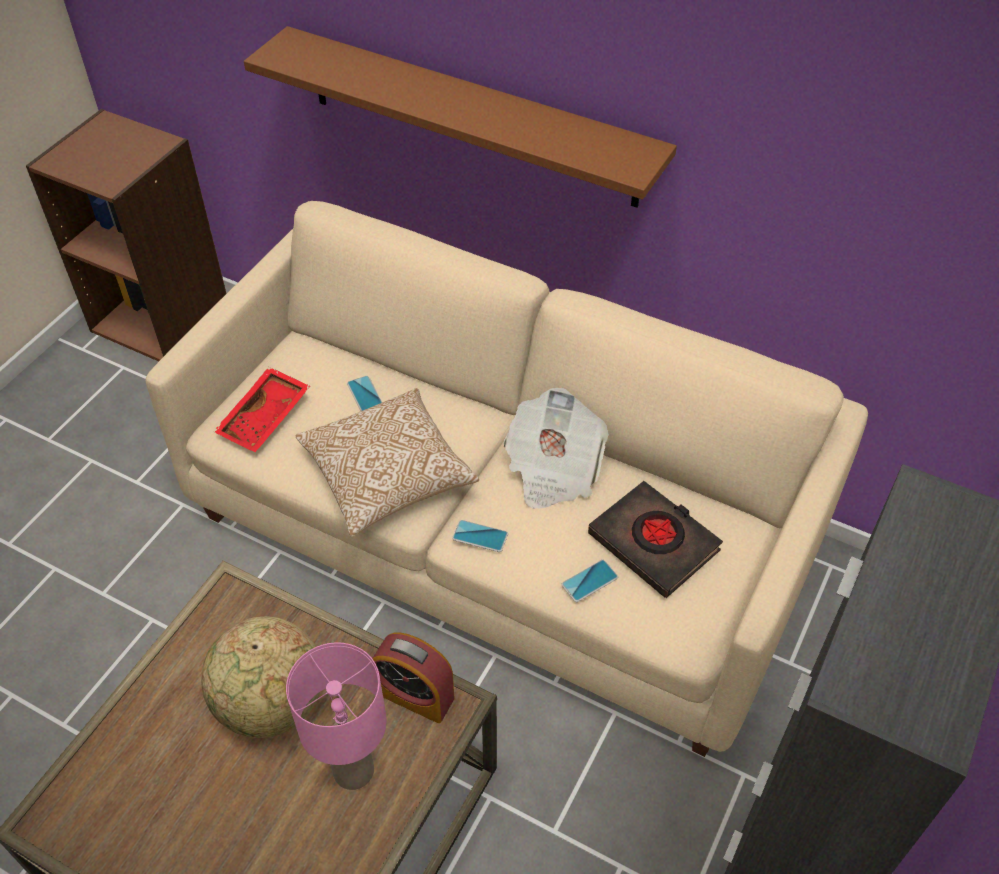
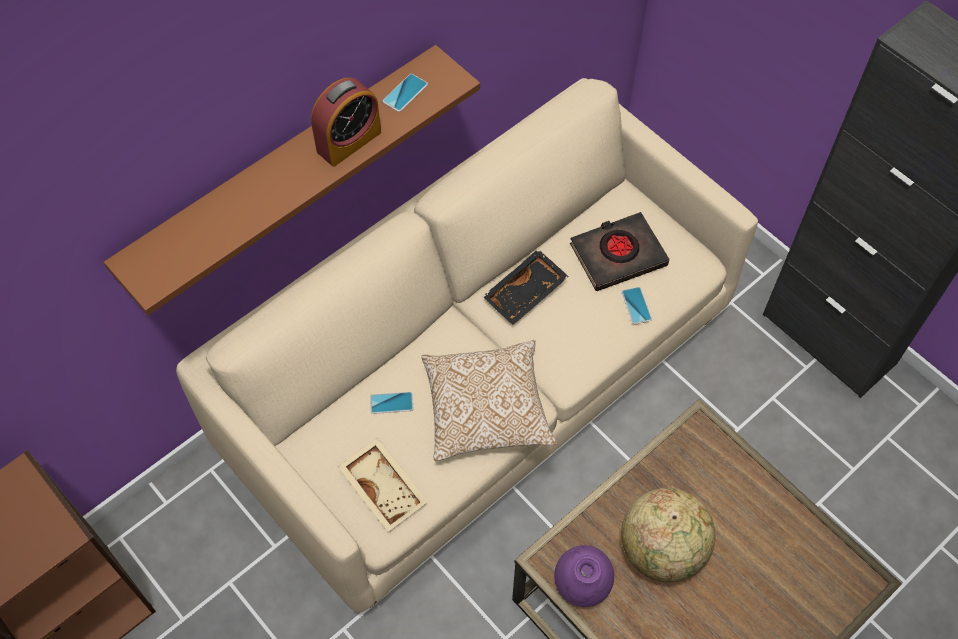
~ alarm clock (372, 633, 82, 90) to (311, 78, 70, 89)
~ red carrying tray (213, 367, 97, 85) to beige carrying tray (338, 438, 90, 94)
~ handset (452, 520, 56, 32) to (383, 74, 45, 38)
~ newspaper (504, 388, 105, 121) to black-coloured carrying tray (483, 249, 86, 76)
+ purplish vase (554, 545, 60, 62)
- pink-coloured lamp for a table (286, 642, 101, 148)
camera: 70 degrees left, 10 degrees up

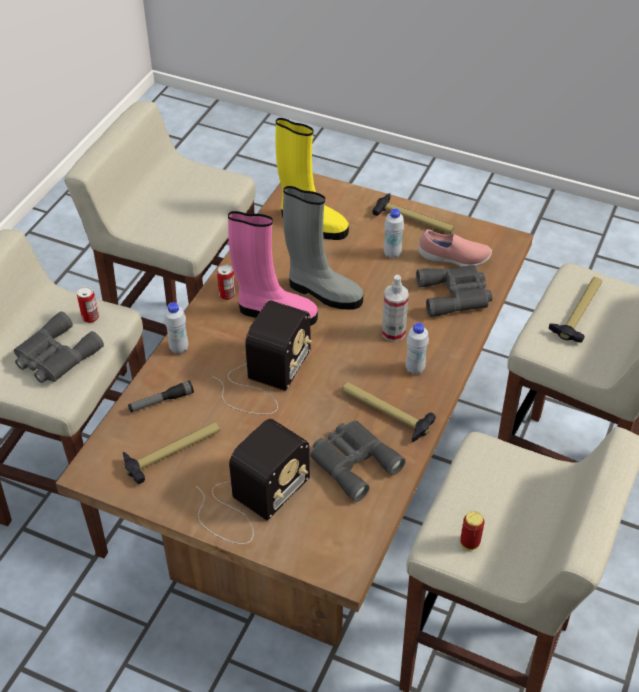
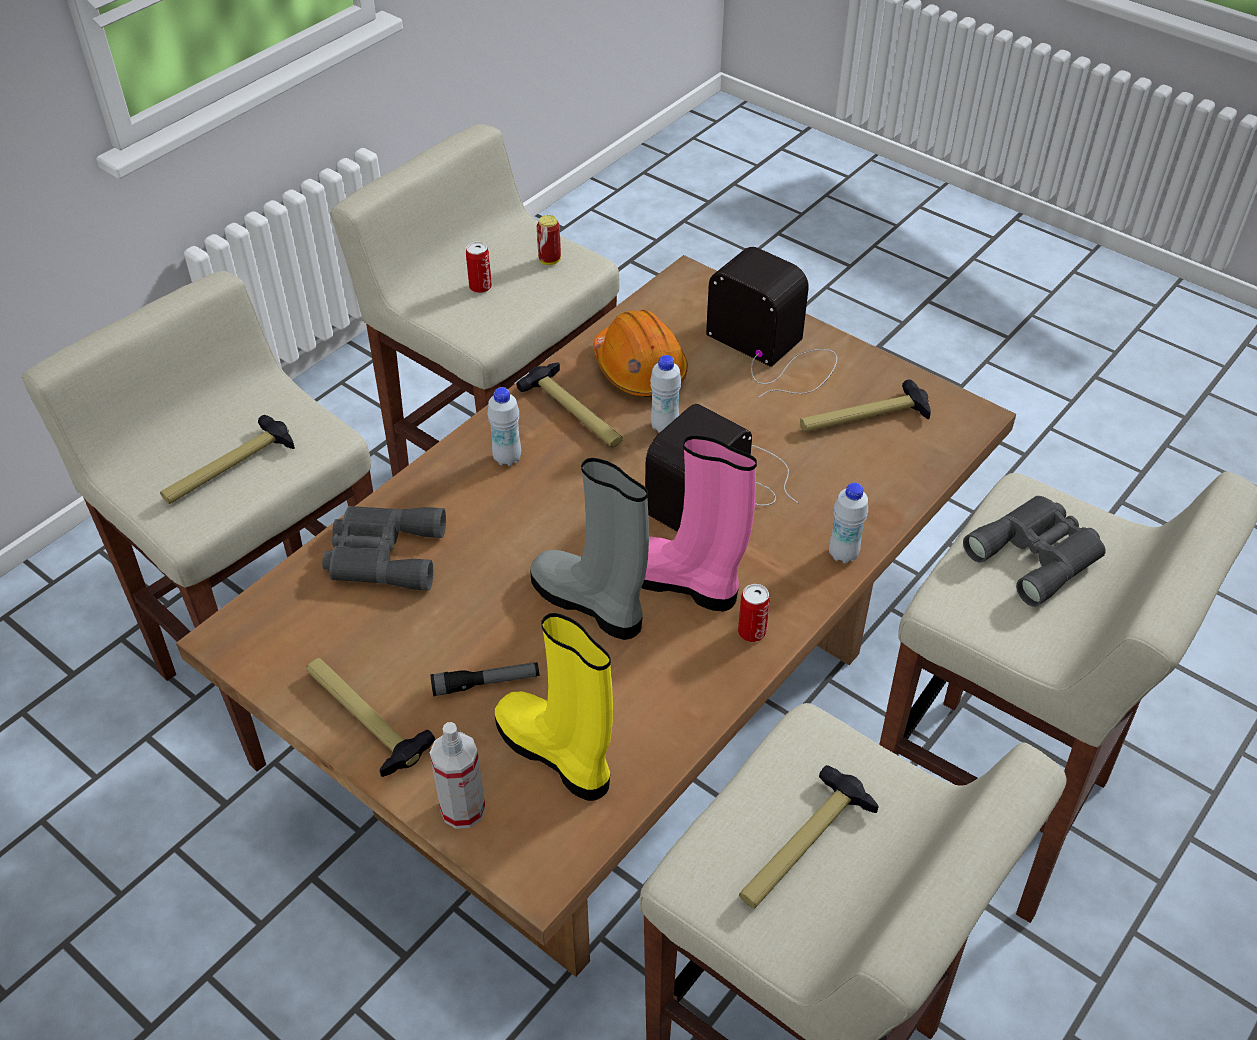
~ flashlight (128, 380, 66, 32) to (430, 662, 109, 34)
~ spray bottle (382, 275, 27, 67) to (430, 722, 56, 107)
~ can (77, 287, 22, 36) to (466, 242, 26, 51)
~ gray field glasses (310, 420, 96, 82) to orangey hard hat (593, 310, 95, 87)
~ white-coloured drink bottle (384, 208, 20, 51) to (650, 355, 31, 78)
~ radio receiver (196, 419, 114, 125) = (706, 247, 131, 151) 75 degrees clockwise
+ tool hammer (739, 765, 139, 143)
- pink-coloured low shoe (419, 229, 73, 38)
camera: 165 degrees left, 0 degrees up

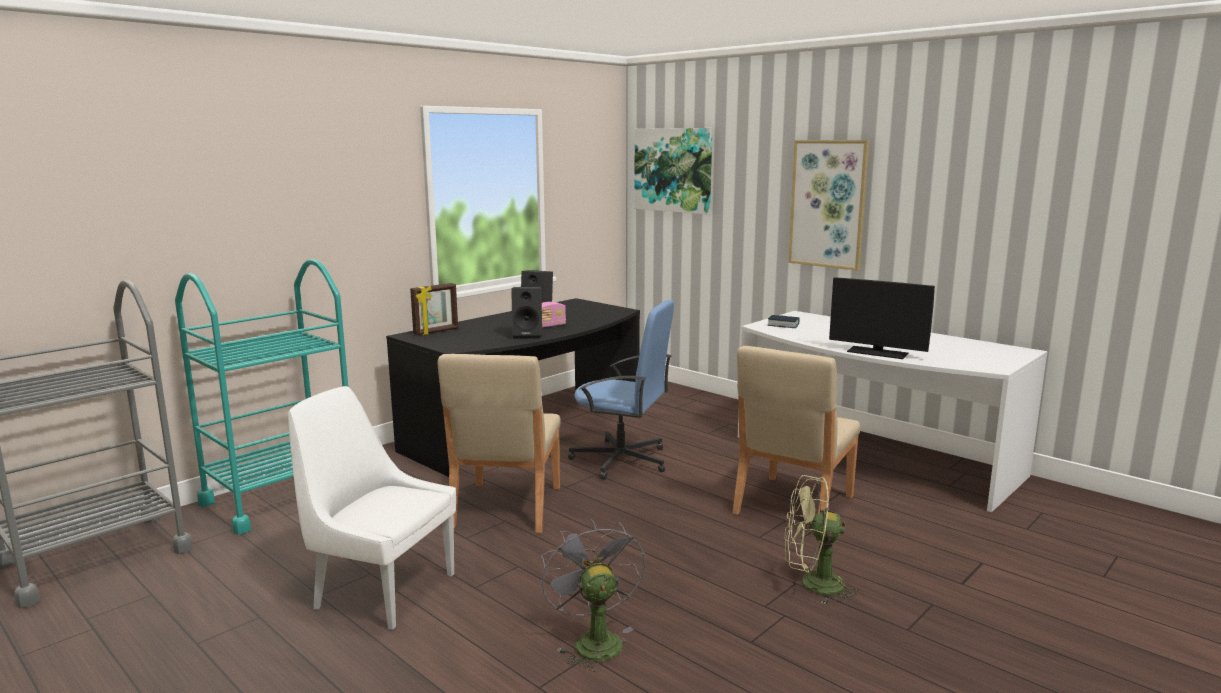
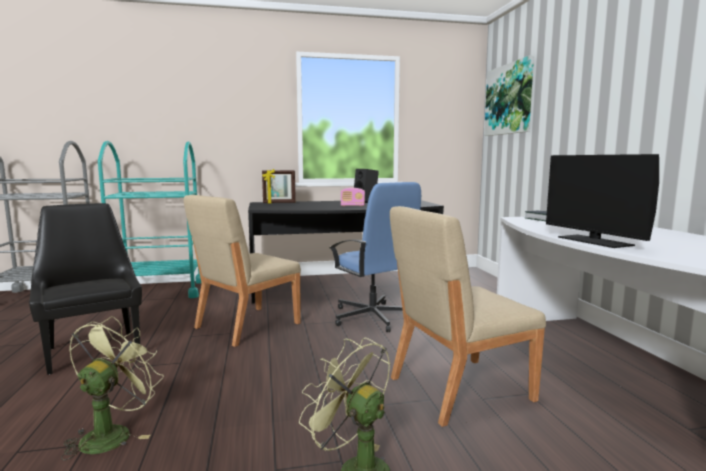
~ white-coloured plain chair (288, 386, 168, 244) to black-coloured plain chair (29, 203, 113, 172)
~ gray fan (541, 519, 104, 153) to greenish fan (61, 316, 103, 145)
- black-coloured speaker (511, 287, 31, 52)
- picture (788, 140, 81, 131)
camera: 35 degrees right, 5 degrees down

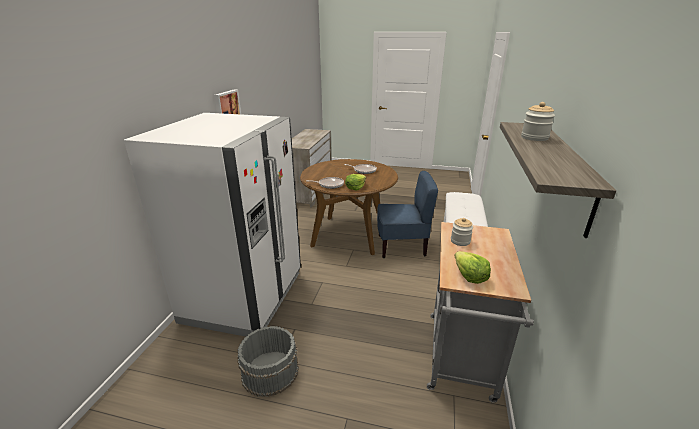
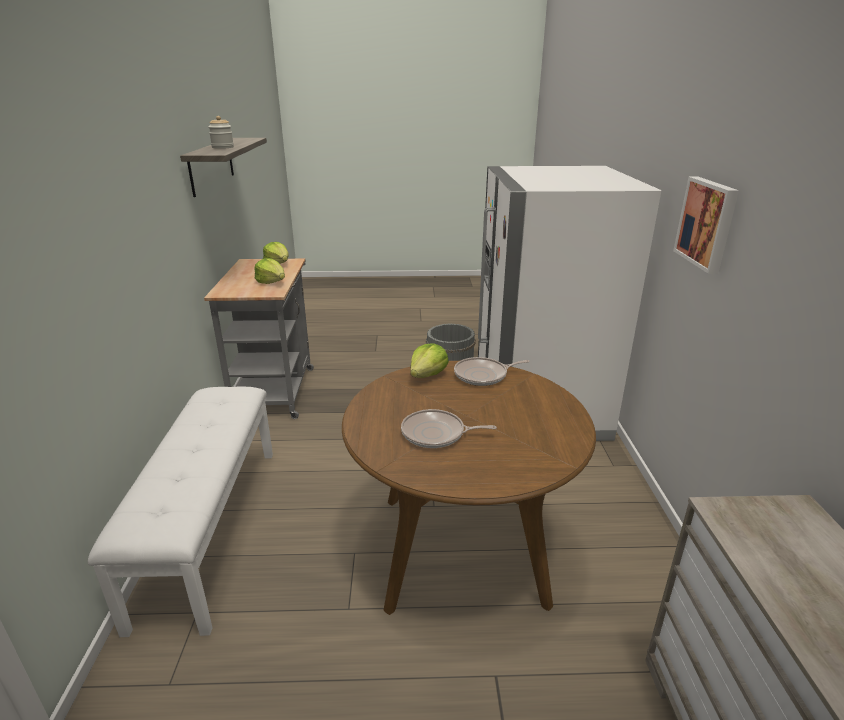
~ storage jar (451, 218, 22, 28) to head of lettuce (254, 258, 31, 26)
- bluish plain chair (377, 171, 61, 87)
camera: 165 degrees right, 0 degrees up

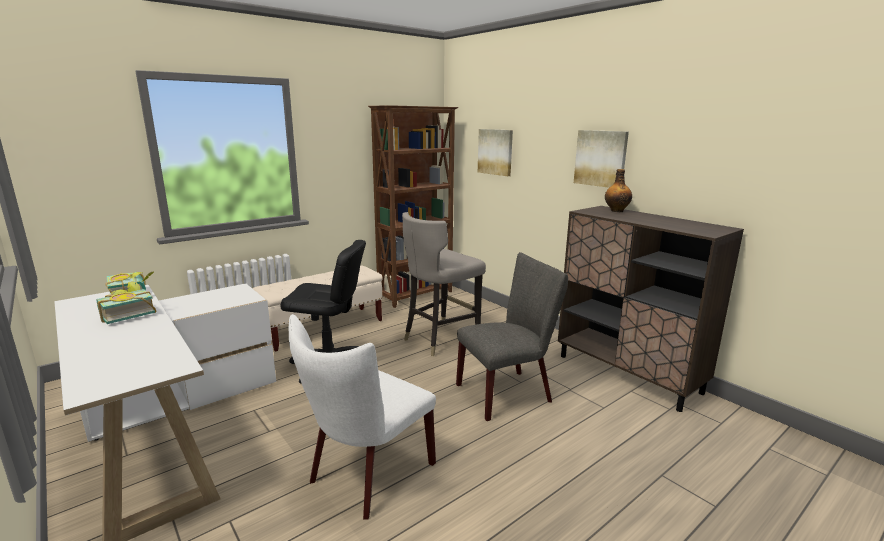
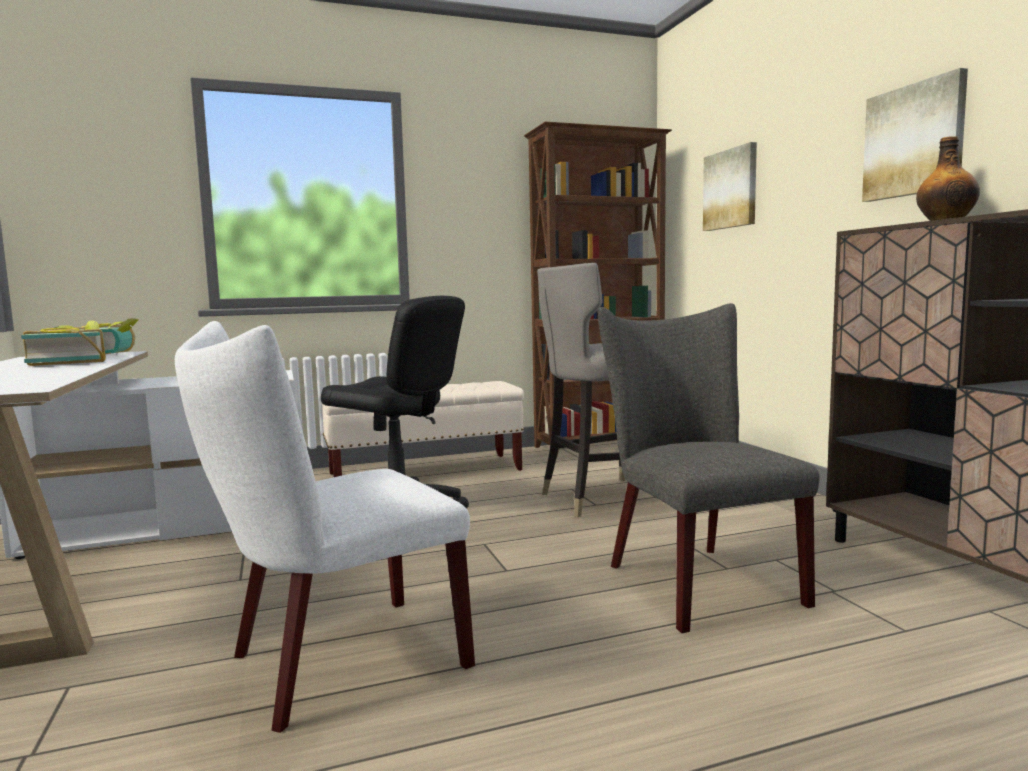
~ gray plain chair (456, 252, 112, 169) = (598, 303, 222, 330) 105 degrees counterclockwise
camera: 20 degrees right, 10 degrees down

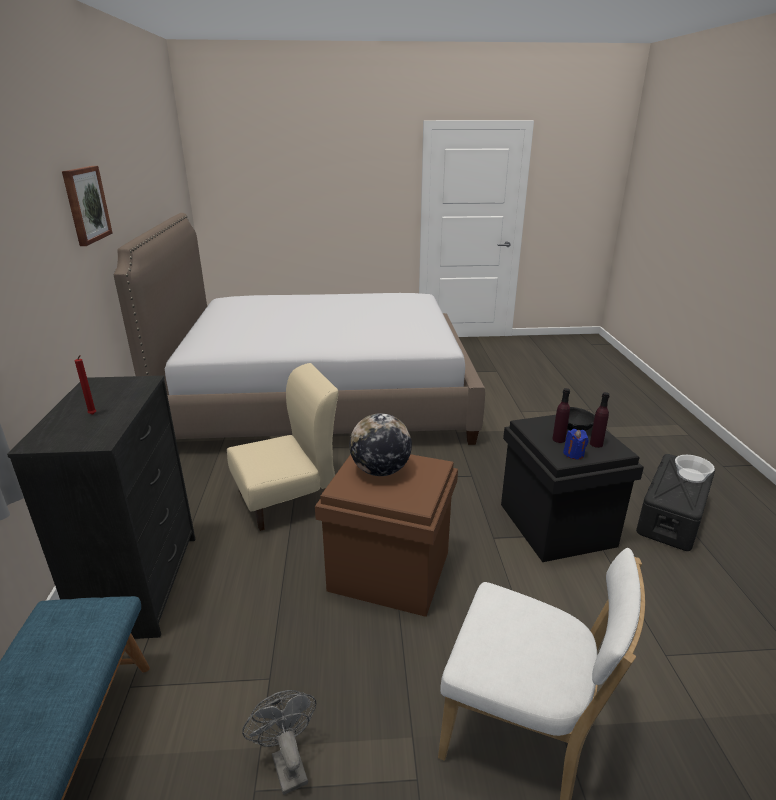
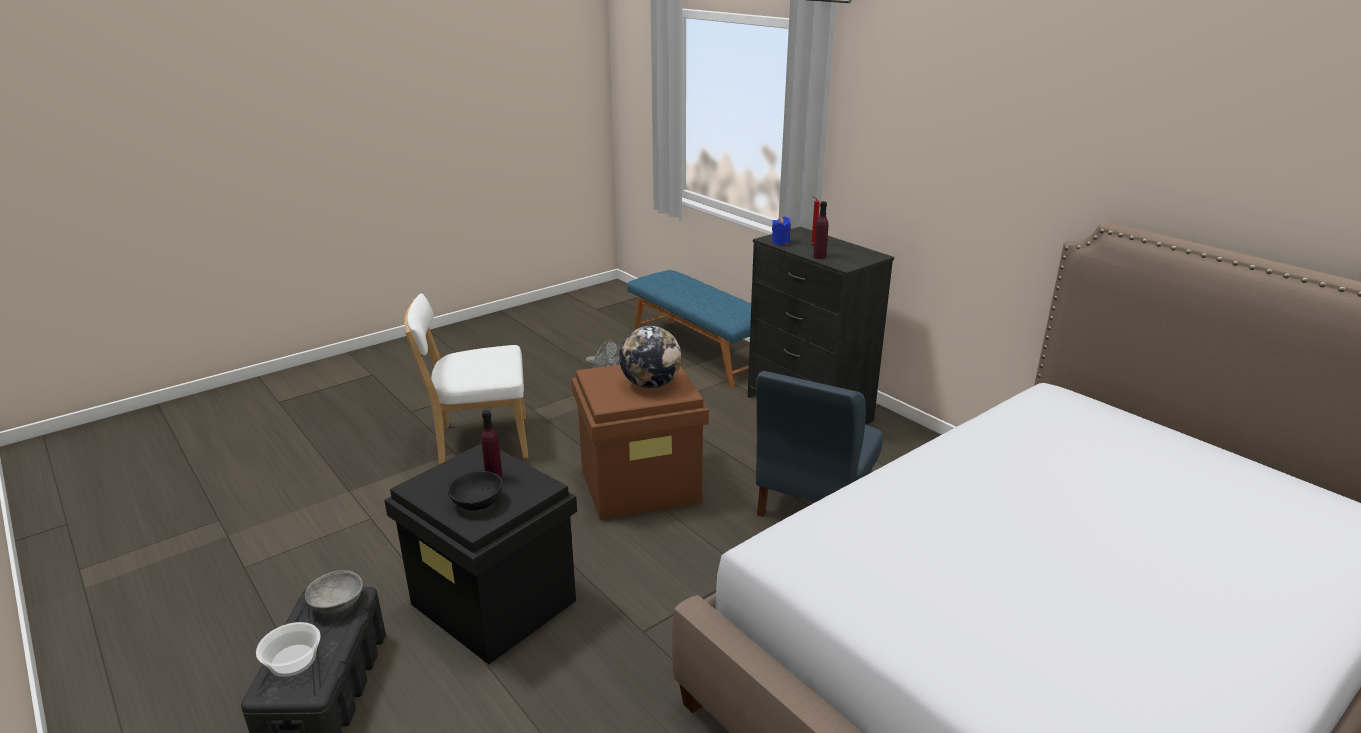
+ gray bowl (305, 570, 58, 44)
~ beige plain chair (227, 363, 112, 168) to bluish plain chair (756, 371, 127, 146)
~ bluish candle (563, 429, 26, 30) to (772, 216, 19, 29)
~ purplish drink bottle (590, 392, 20, 56) to (813, 201, 15, 58)
- picture (62, 166, 50, 80)
camera: 145 degrees right, 0 degrees up

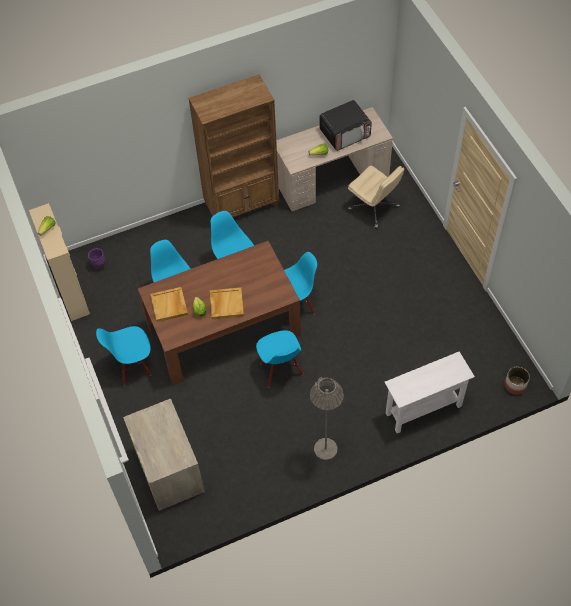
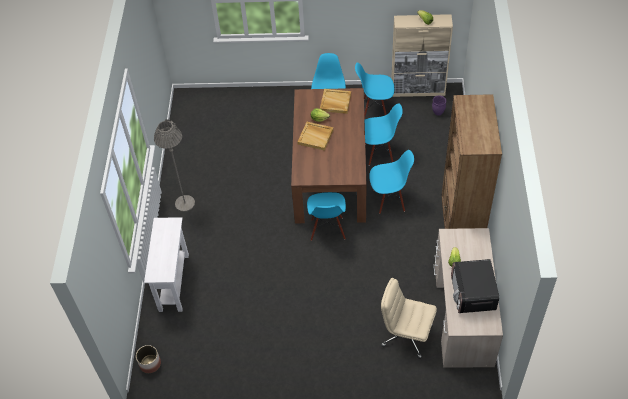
~ bluish plain chair (256, 330, 48, 58) to (355, 62, 39, 57)
~ beige office chair (348, 166, 56, 63) = (381, 278, 56, 81) 45 degrees clockwise
- drawer chest (123, 399, 82, 112)
camera: 115 degrees right, 5 degrees down

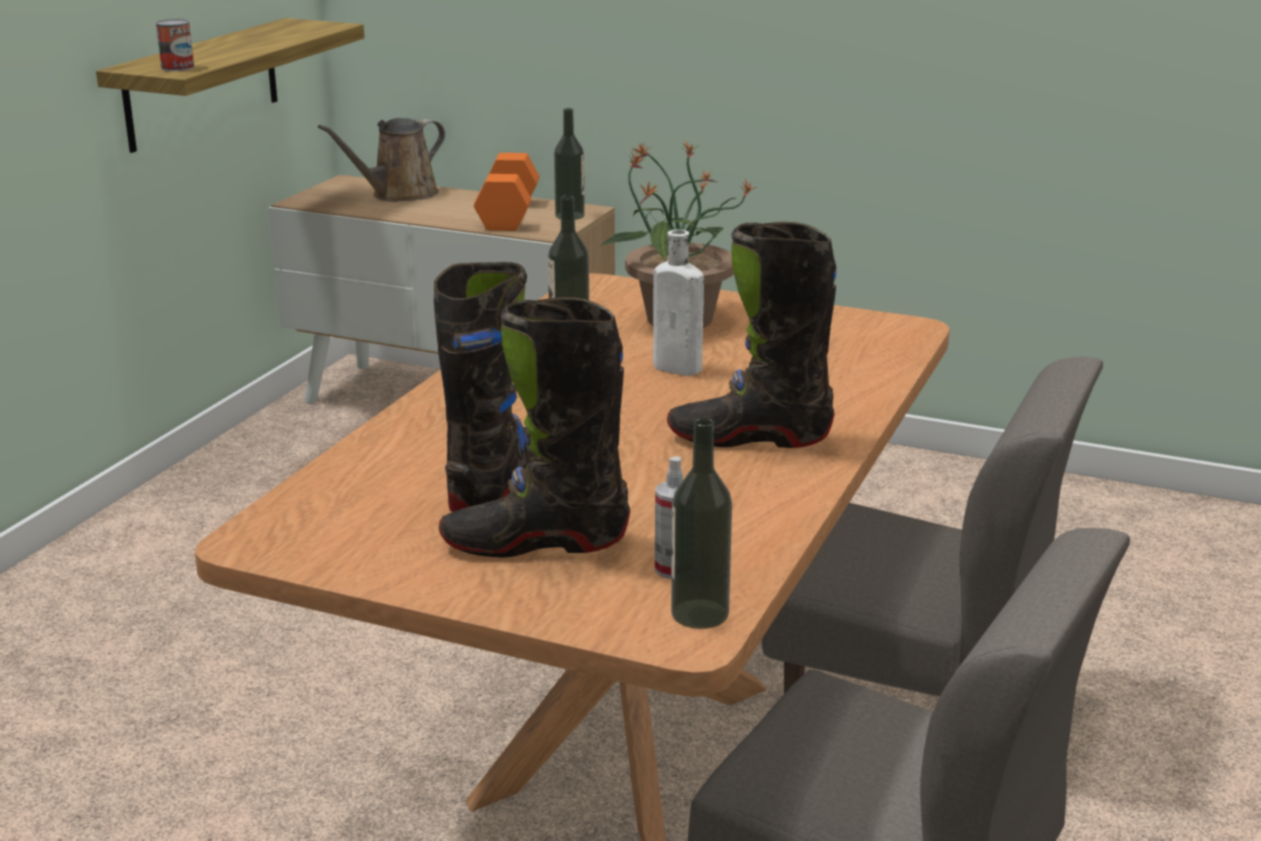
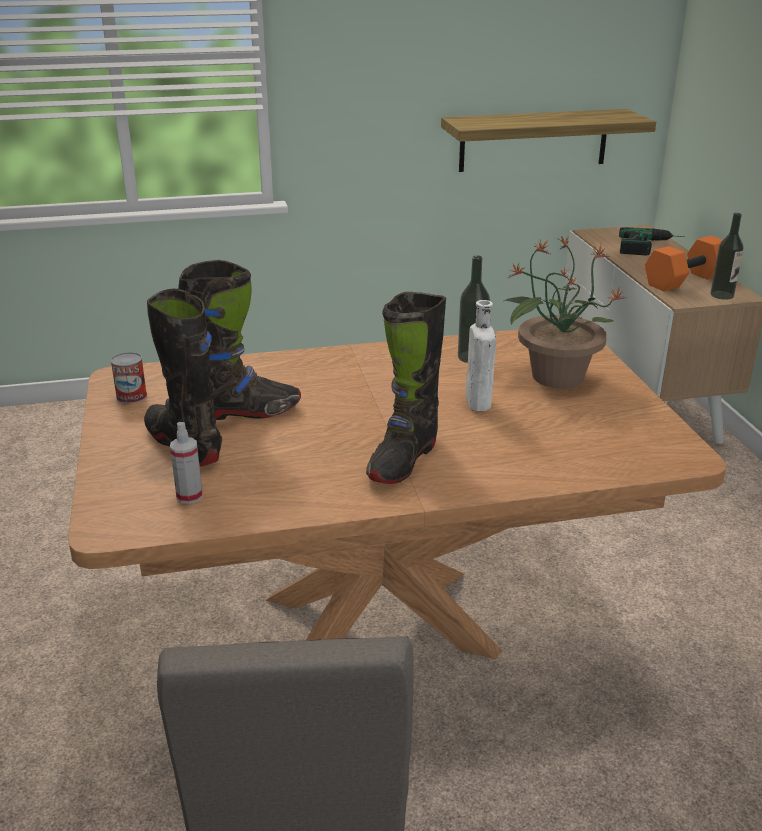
~ can (155, 19, 40, 52) to (110, 352, 37, 52)
~ black-coloured tall boot (667, 222, 169, 226) = (366, 292, 80, 192) 120 degrees counterclockwise
~ brownish watering can (318, 118, 127, 84) to drill (619, 227, 66, 28)
- drink bottle (671, 418, 61, 211)
- gray plain chair (762, 357, 341, 339)
camera: 55 degrees right, 5 degrees up

